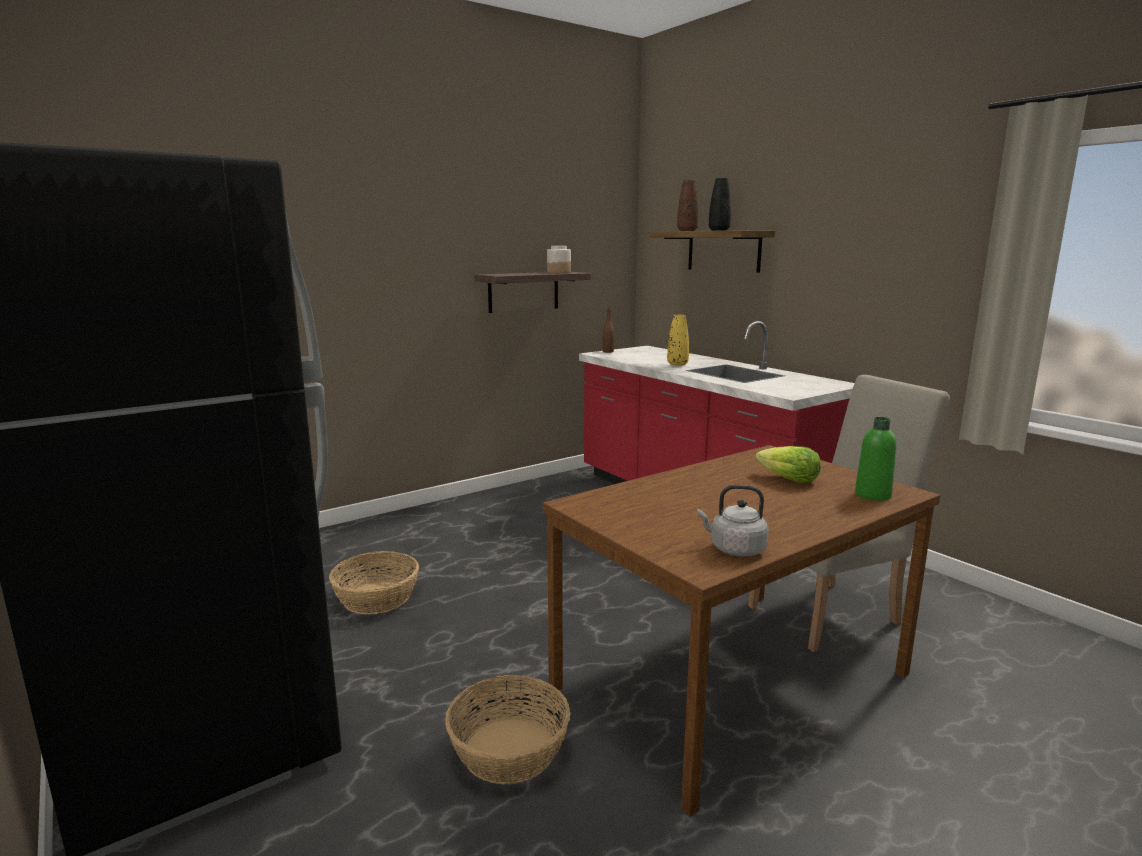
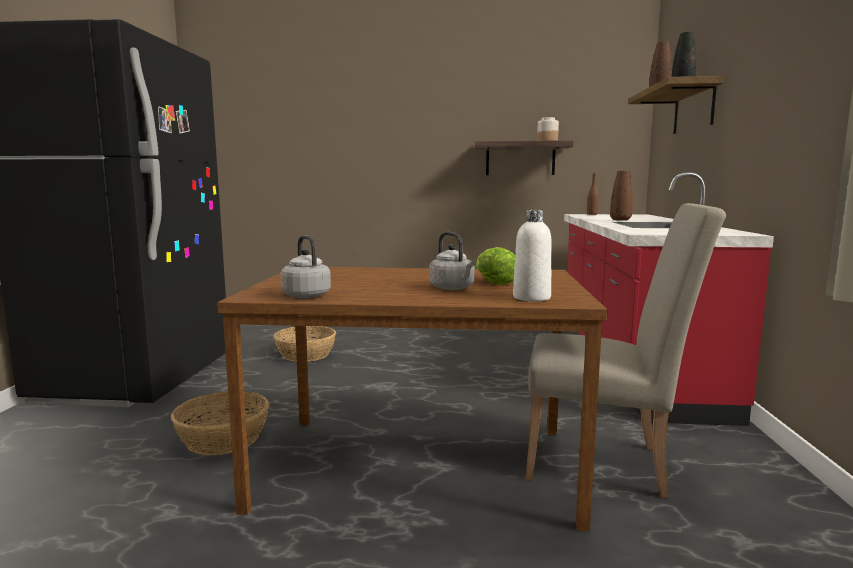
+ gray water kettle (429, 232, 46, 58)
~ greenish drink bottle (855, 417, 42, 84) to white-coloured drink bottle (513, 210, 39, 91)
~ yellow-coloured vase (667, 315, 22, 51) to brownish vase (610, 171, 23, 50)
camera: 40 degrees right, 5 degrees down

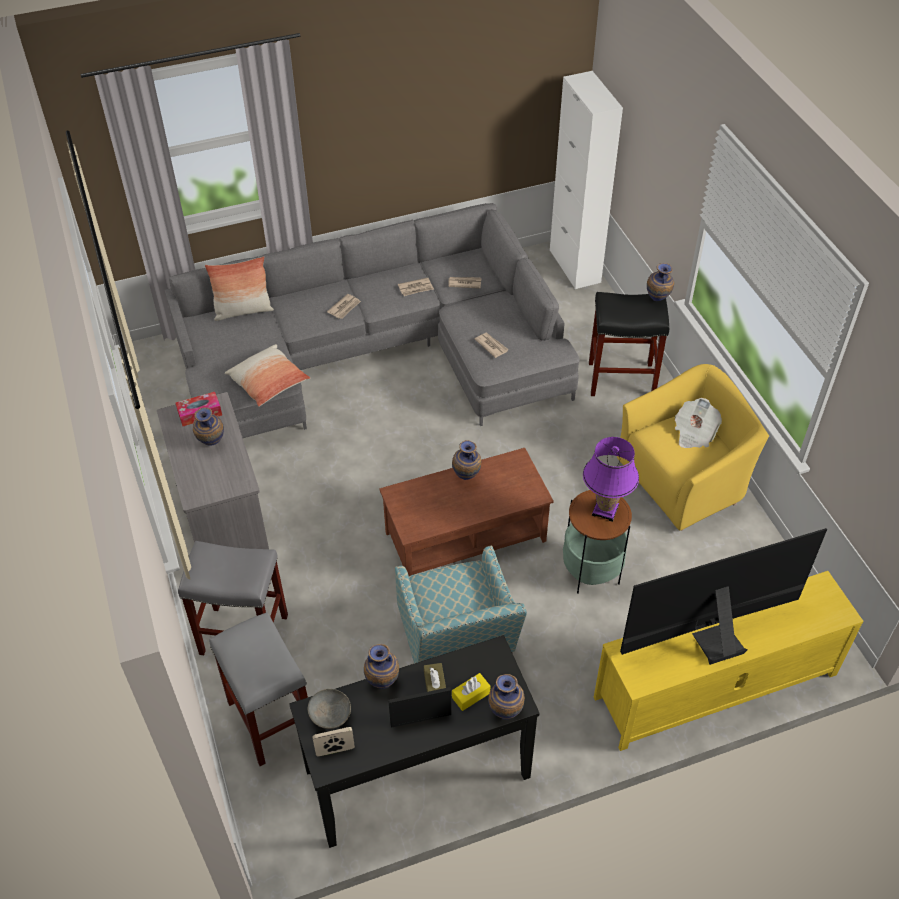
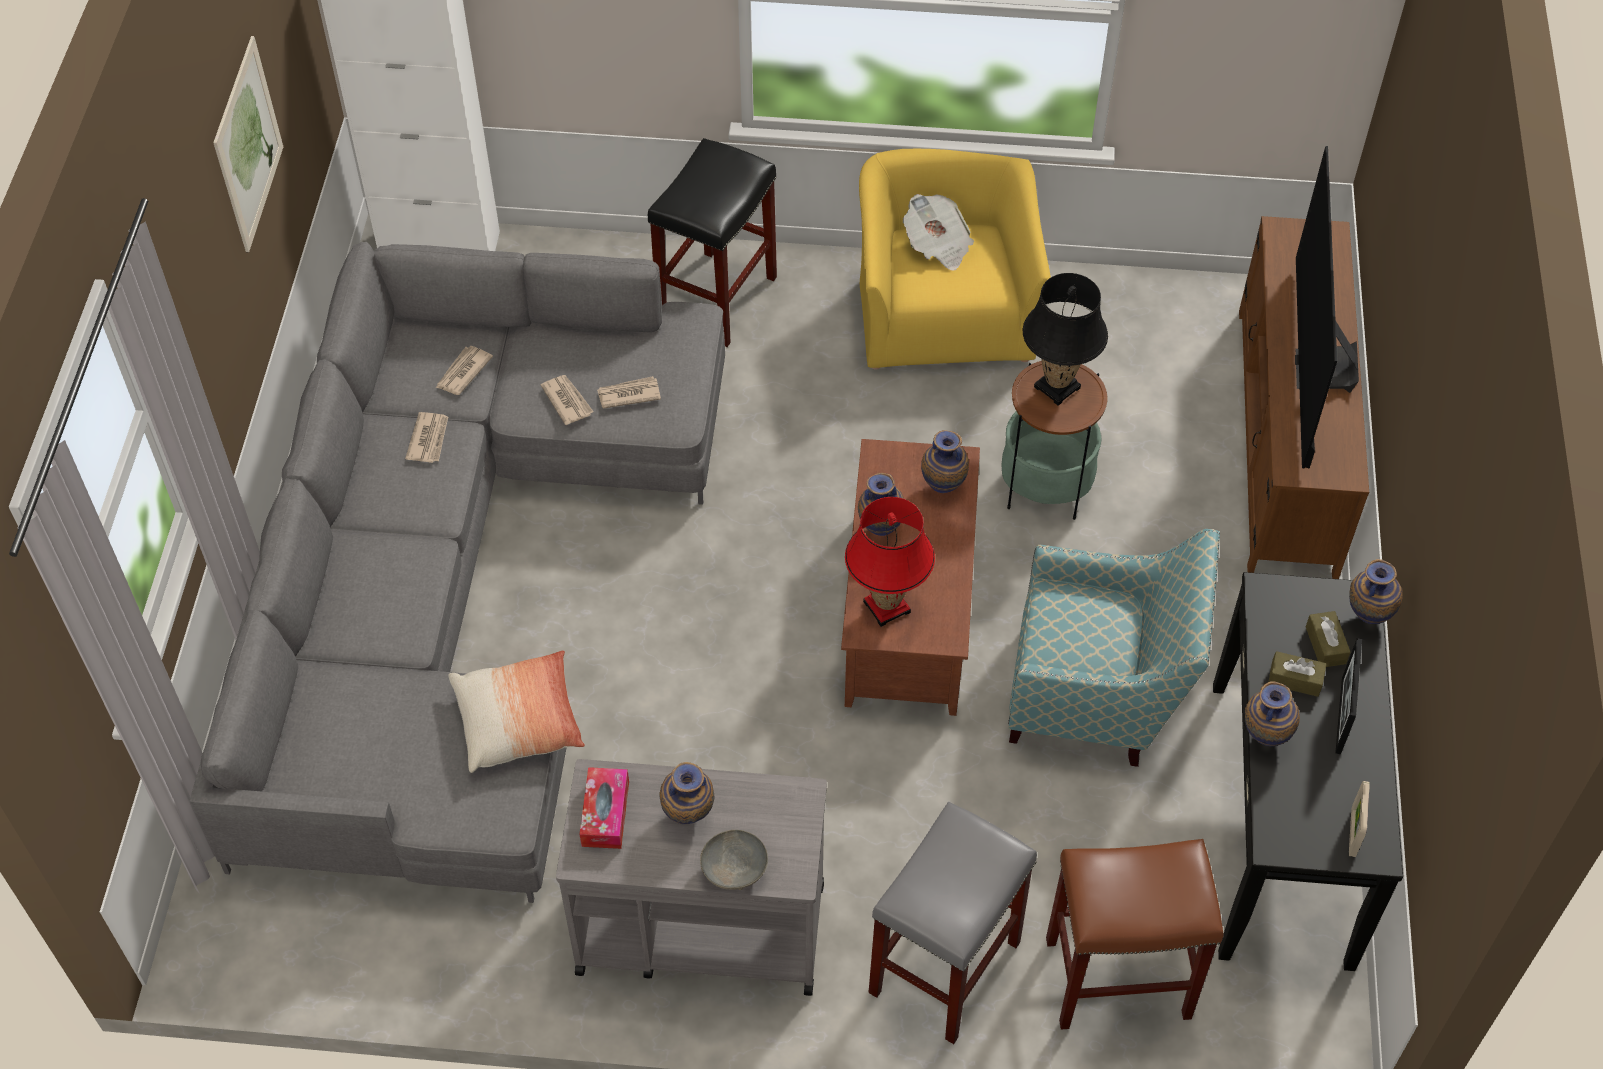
+ picture (213, 36, 70, 216)
~ newspaper (327, 294, 34, 25) to (541, 375, 53, 50)
~ gray bowl (307, 689, 44, 40) to (700, 830, 68, 60)
+ red lamp for a table (845, 497, 90, 130)
~ vase (647, 263, 27, 38) to (921, 430, 48, 64)
~ purplish lamp for a table (583, 437, 56, 85) to black-coloured lamp for a table (1023, 273, 85, 133)
~ gray sitting stool (209, 612, 99, 154) to brownish sitting stool (1046, 839, 177, 191)
~ yellow-coloured media console (594, 571, 270, 180) to brownish media console (1239, 216, 130, 363)
~ yellow-coloured tissue holder (452, 673, 38, 38) to brownish tissue holder (1306, 611, 45, 56)
- cushion (205, 256, 69, 65)
camera: 65 degrees left, 5 degrees up

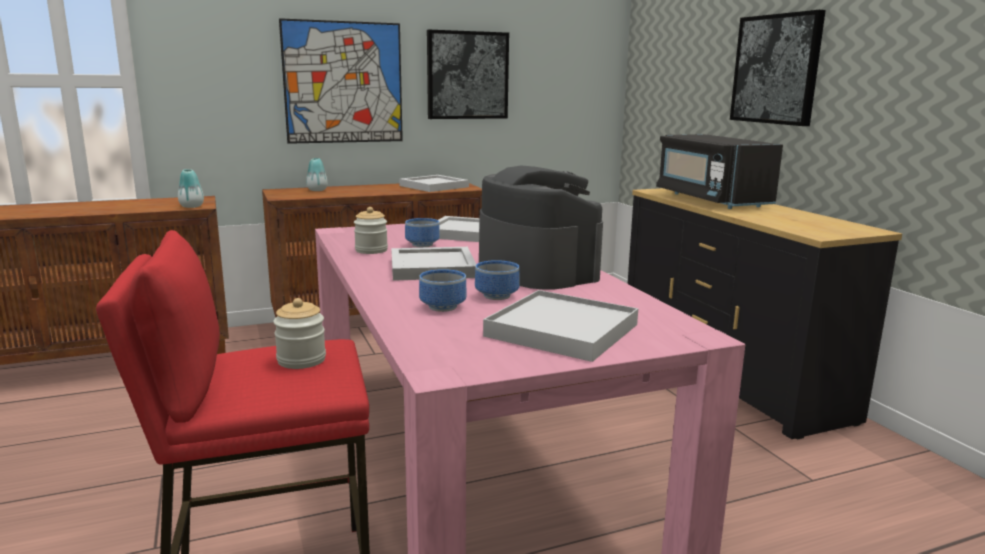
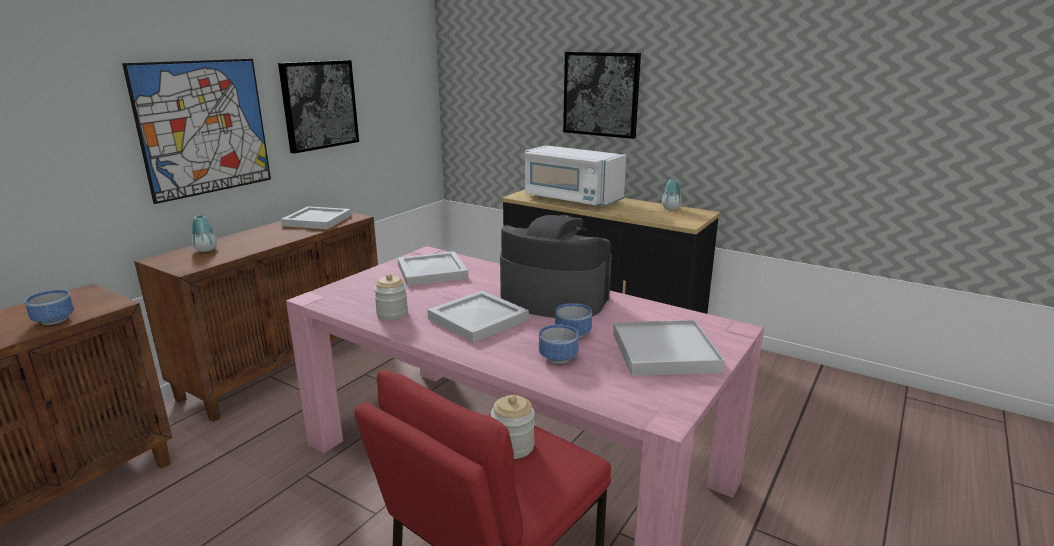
~ bowl (405, 218, 35, 29) to (25, 290, 49, 35)
~ black-coloured kitchen microwave (656, 134, 127, 75) to white-coloured kitchen microwave (525, 145, 101, 63)
~ vase (178, 169, 26, 39) to (662, 179, 20, 31)
camera: 35 degrees left, 5 degrees up

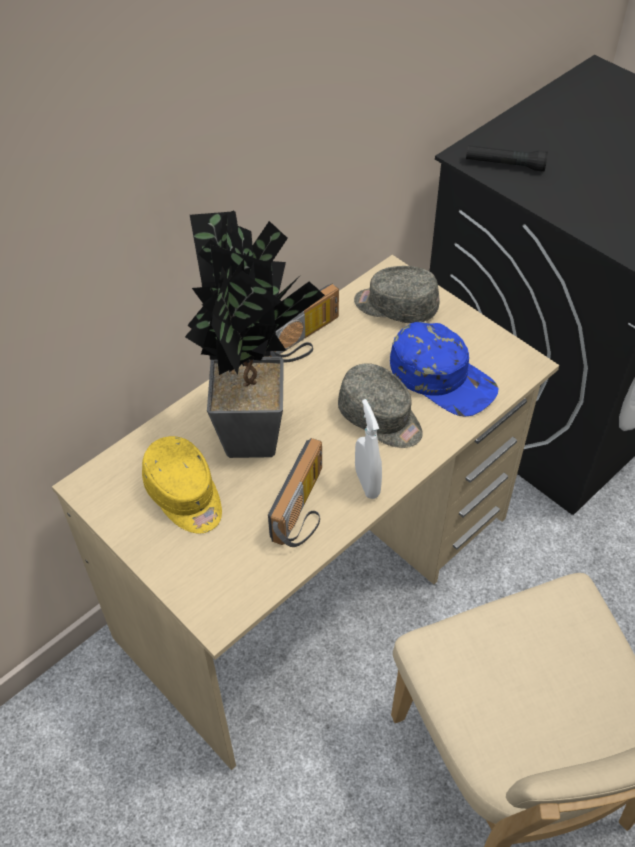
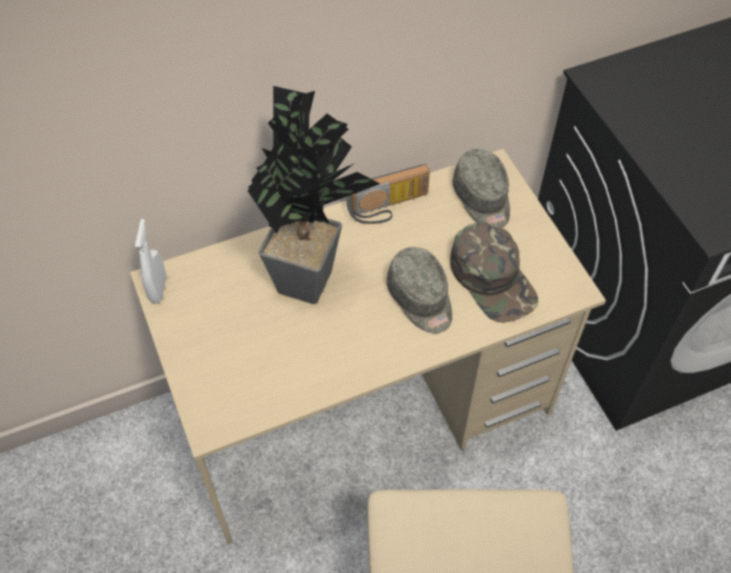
~ white-coloured spray bottle (355, 399, 27, 100) to (135, 219, 31, 85)
~ bluish baseball cap (390, 322, 109, 94) to greenish baseball cap (450, 222, 88, 101)
~ gray baseball cap (354, 266, 85, 58) = (452, 149, 58, 79) 150 degrees counterclockwise
- yellow-coloured baseball cap (142, 436, 80, 98)
- radio receiver (268, 438, 54, 109)
- black-coloured flashlight (466, 145, 82, 27)
camera: 20 degrees right, 5 degrees up

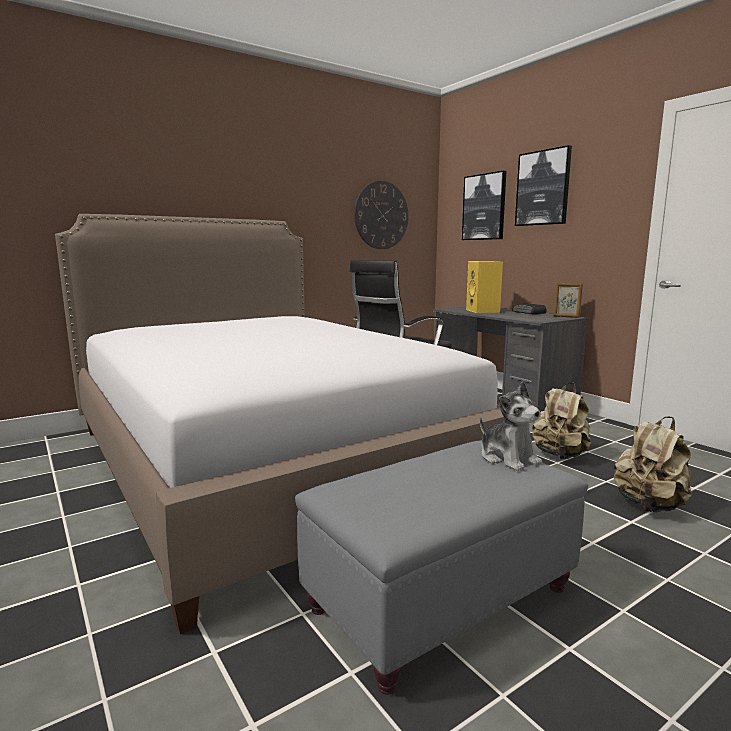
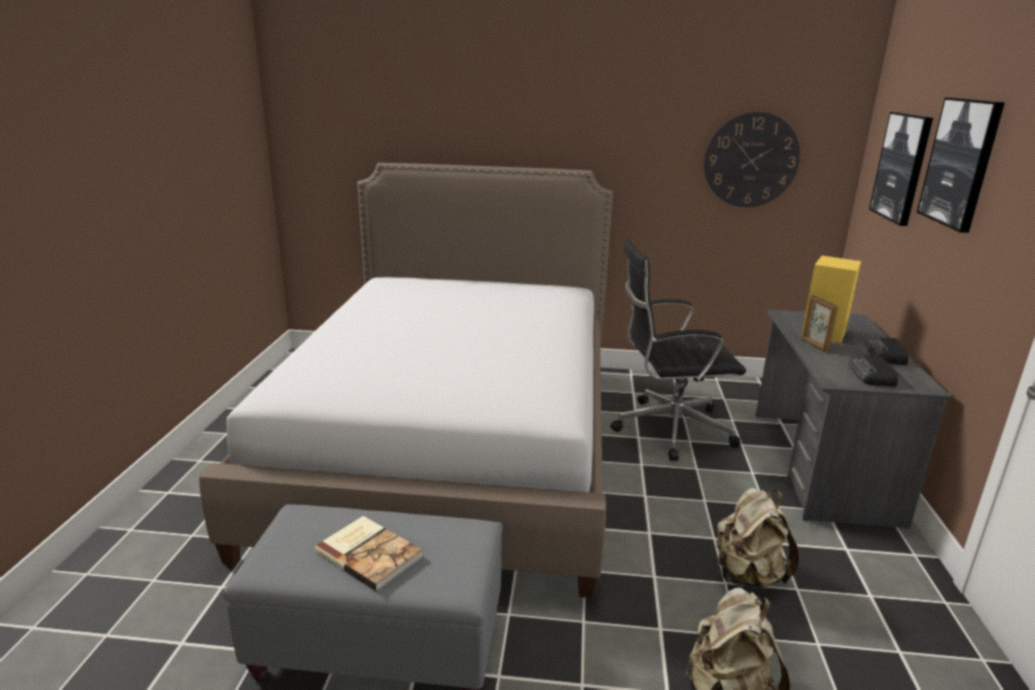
+ volume (315, 516, 108, 75)
~ photo frame (553, 283, 30, 35) to (801, 295, 38, 57)
+ radio receiver (849, 356, 49, 30)
- plush toy (480, 382, 62, 89)
camera: 40 degrees right, 10 degrees up

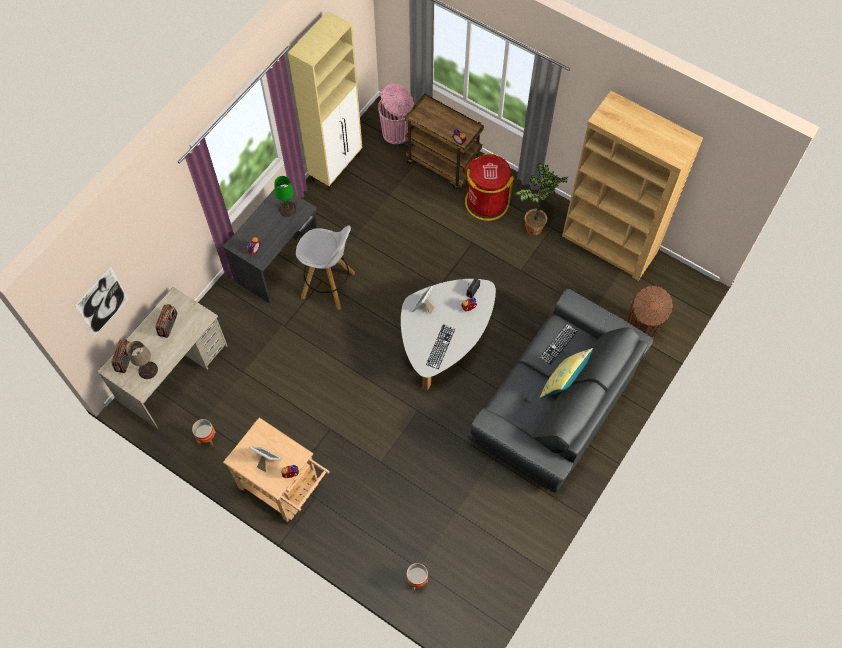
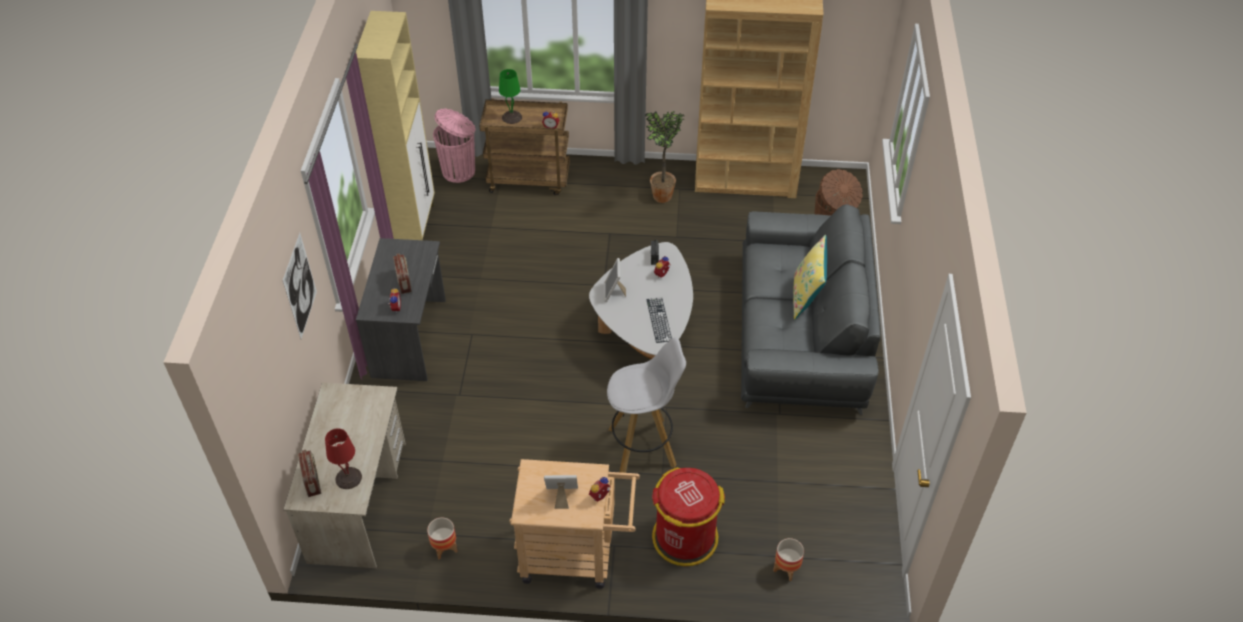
~ picture (75, 267, 53, 69) to (282, 233, 35, 106)
~ beige lamp for a table (127, 341, 31, 38) to red lamp for a table (325, 428, 37, 61)
~ radio receiver (155, 304, 22, 34) to (393, 253, 19, 41)
~ greenish lamp for a table (275, 176, 22, 41) to (499, 69, 23, 55)
~ white-coloured sitting stool (296, 226, 59, 84) to (607, 337, 79, 136)
~ red rubbish bin (465, 154, 49, 67) to (652, 467, 73, 99)
- keyboard (540, 324, 38, 41)
camera: 30 degrees left, 15 degrees down

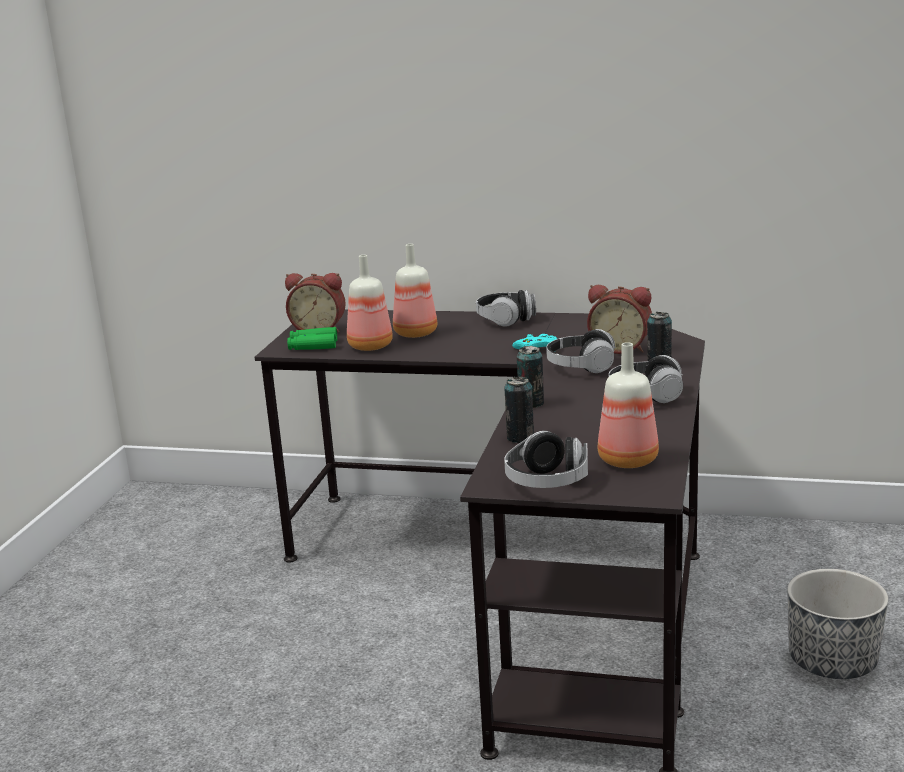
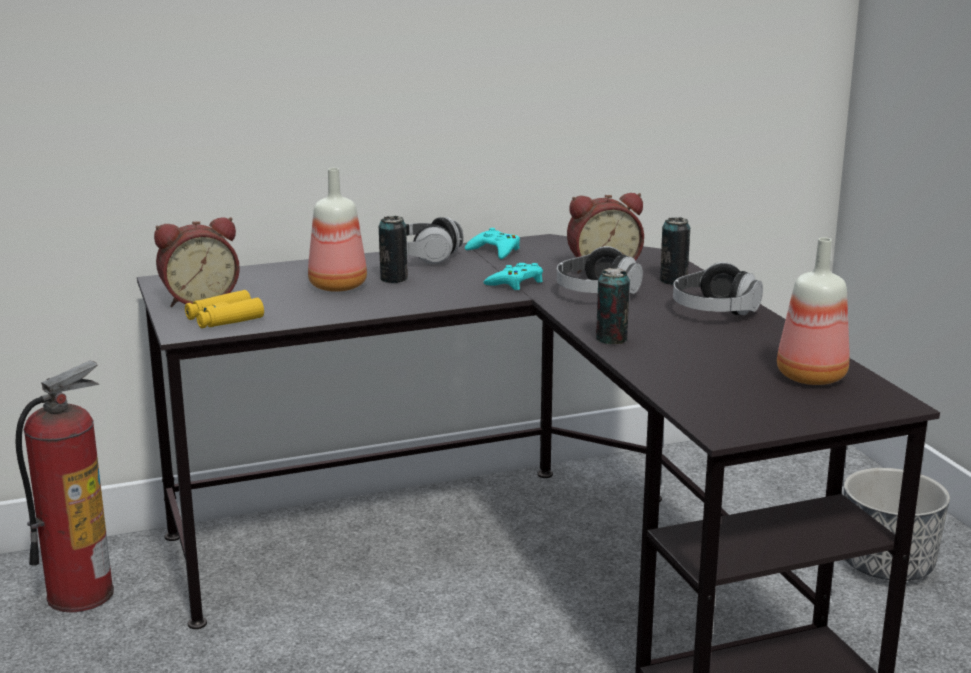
+ fire-fighting cylinder (16, 361, 98, 252)
~ greenish field glasses (287, 327, 50, 23) to yellow-coloured field glasses (185, 290, 79, 38)
~ can (504, 377, 30, 66) to (379, 216, 29, 67)
+ turquoise-coloured game controller (465, 228, 55, 31)
- drink bottle (347, 255, 46, 96)
- headphones (504, 431, 84, 57)
camera: 35 degrees left, 0 degrees up

